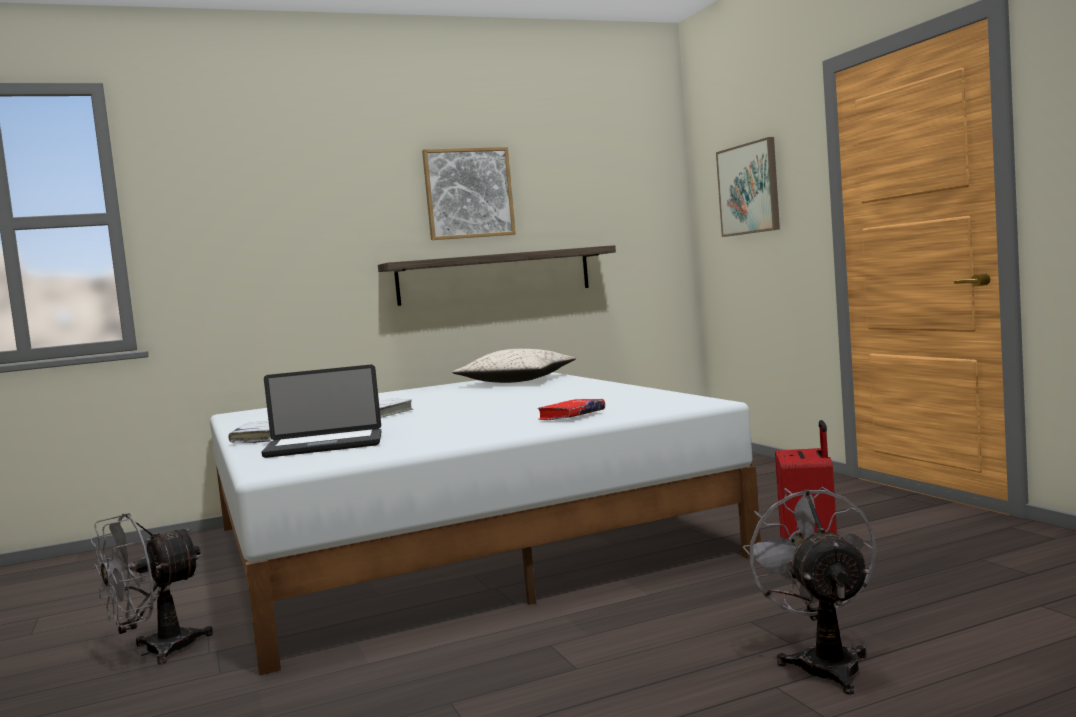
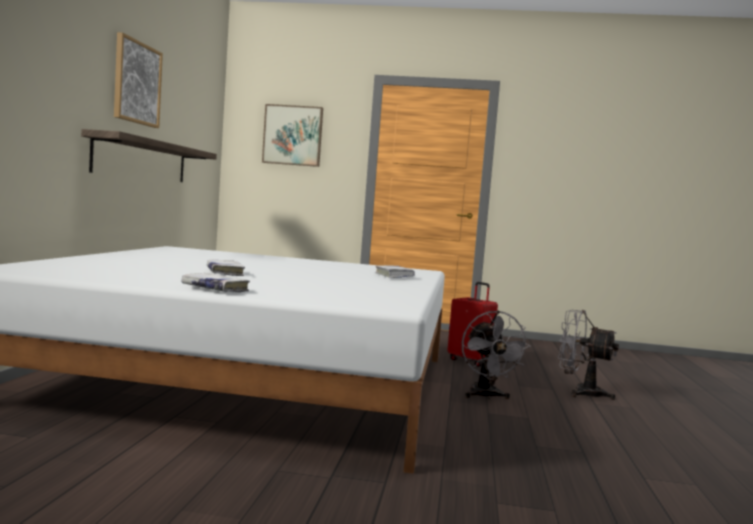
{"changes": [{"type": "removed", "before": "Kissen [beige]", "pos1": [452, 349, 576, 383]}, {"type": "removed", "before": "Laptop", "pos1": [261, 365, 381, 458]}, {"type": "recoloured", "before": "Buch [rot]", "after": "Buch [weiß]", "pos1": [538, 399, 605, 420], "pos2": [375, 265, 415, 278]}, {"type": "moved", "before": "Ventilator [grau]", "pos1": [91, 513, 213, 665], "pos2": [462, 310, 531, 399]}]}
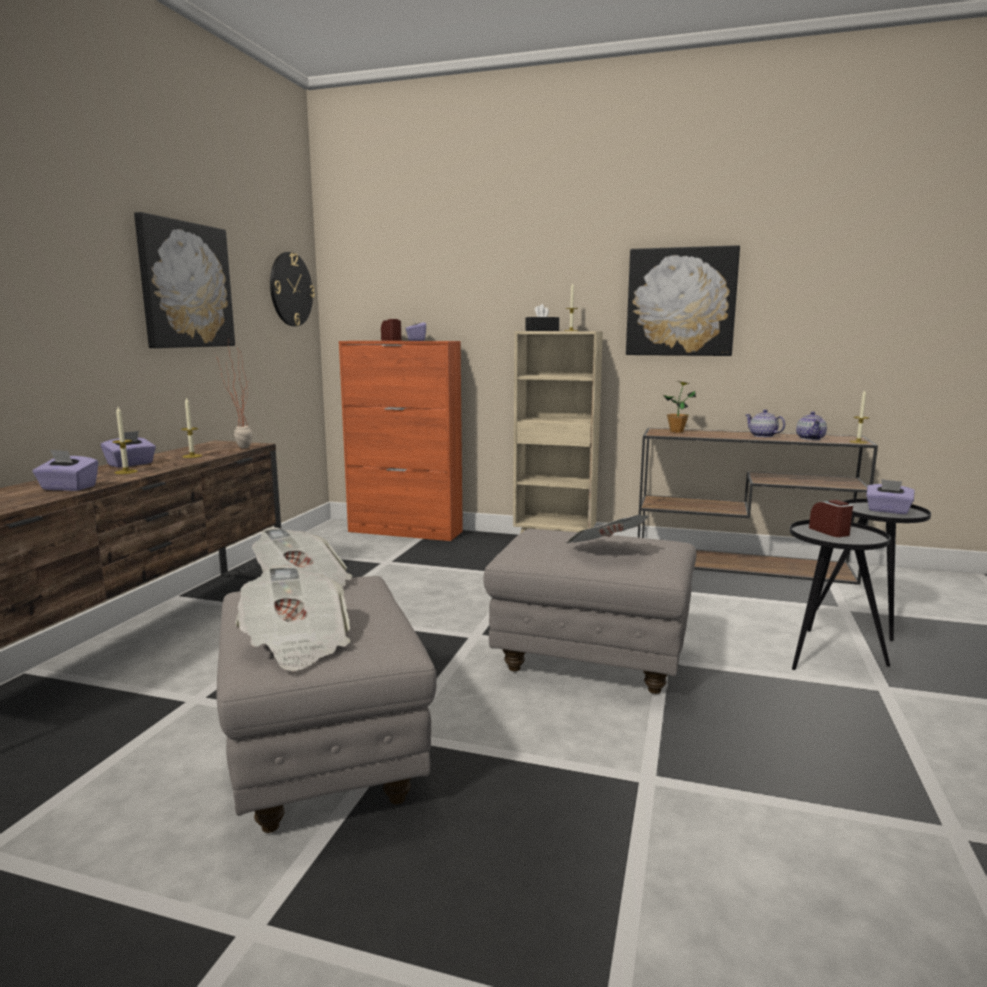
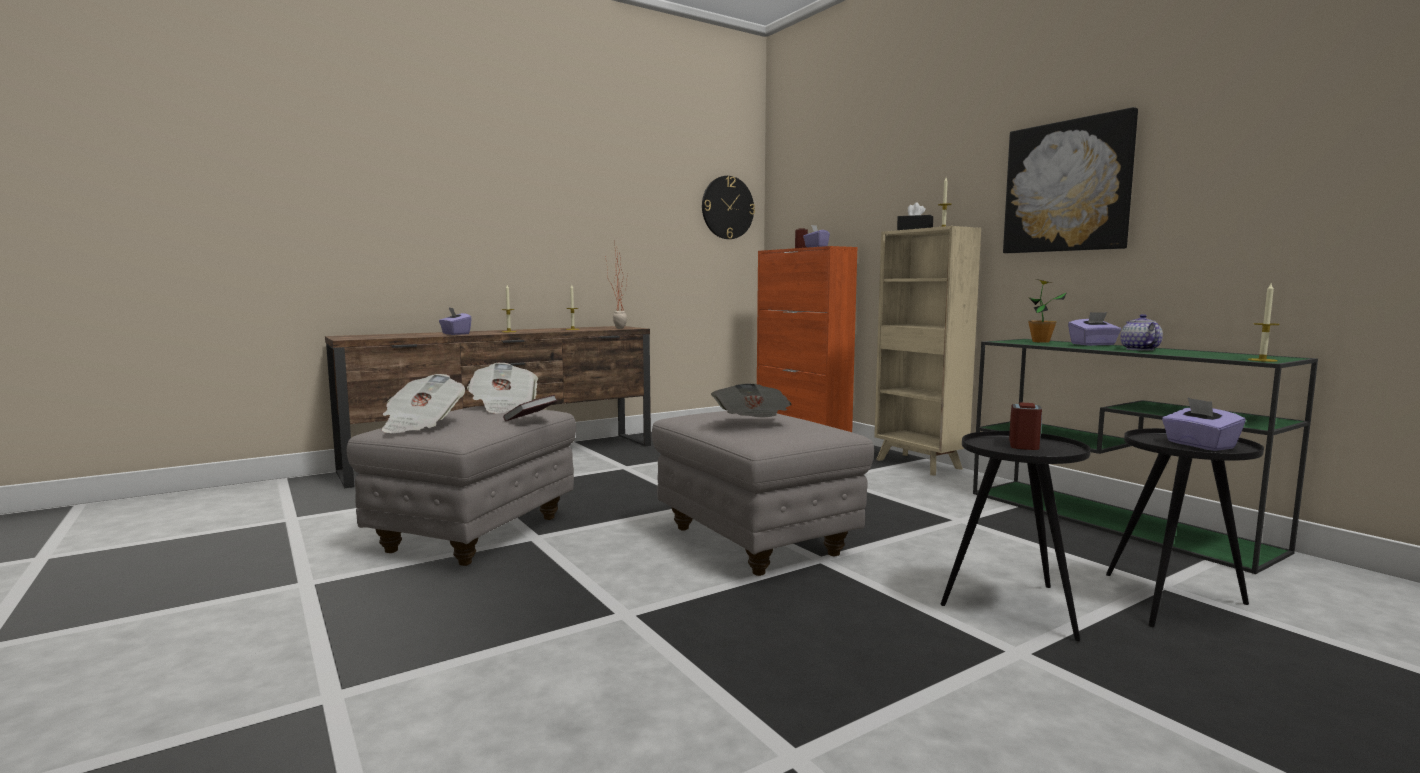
{"changes": [{"type": "removed", "before": "Bild", "pos1": [134, 212, 235, 348]}, {"type": "removed", "before": "Teekanne", "pos1": [796, 411, 827, 440]}, {"type": "recoloured", "before": "Konsolentisch [braun]", "after": "Konsolentisch [grün]", "pos1": [638, 428, 878, 585], "pos2": [973, 339, 1318, 574]}, {"type": "moved", "before": "Taschentuchbox [lila]", "pos1": [101, 431, 156, 468], "pos2": [1068, 312, 1121, 346]}, {"type": "added", "after": "Buch", "pos2": [503, 395, 557, 421]}]}
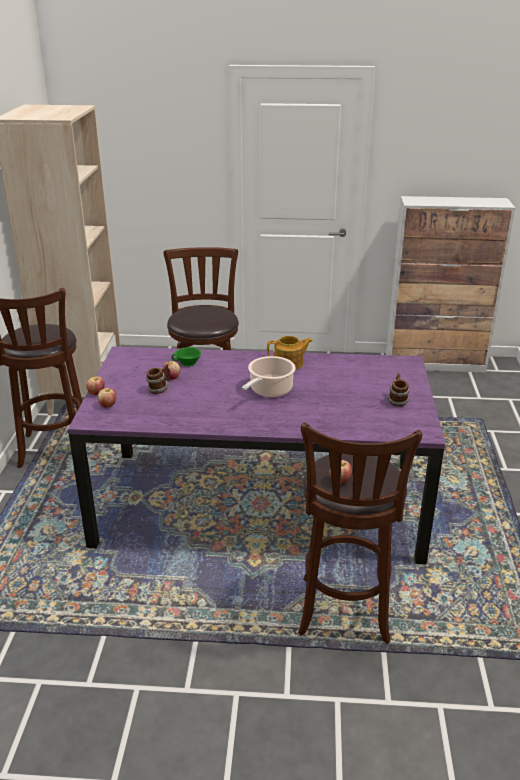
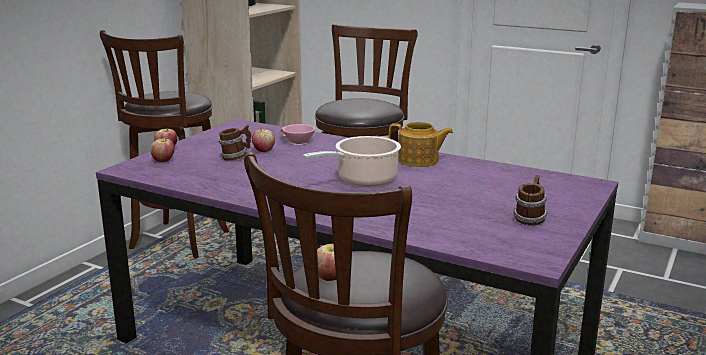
{"changes": [{"type": "recoloured", "before": "Tasse [grün]", "after": "Tasse [rosa]", "pos1": [171, 347, 201, 366], "pos2": [280, 124, 315, 145]}]}
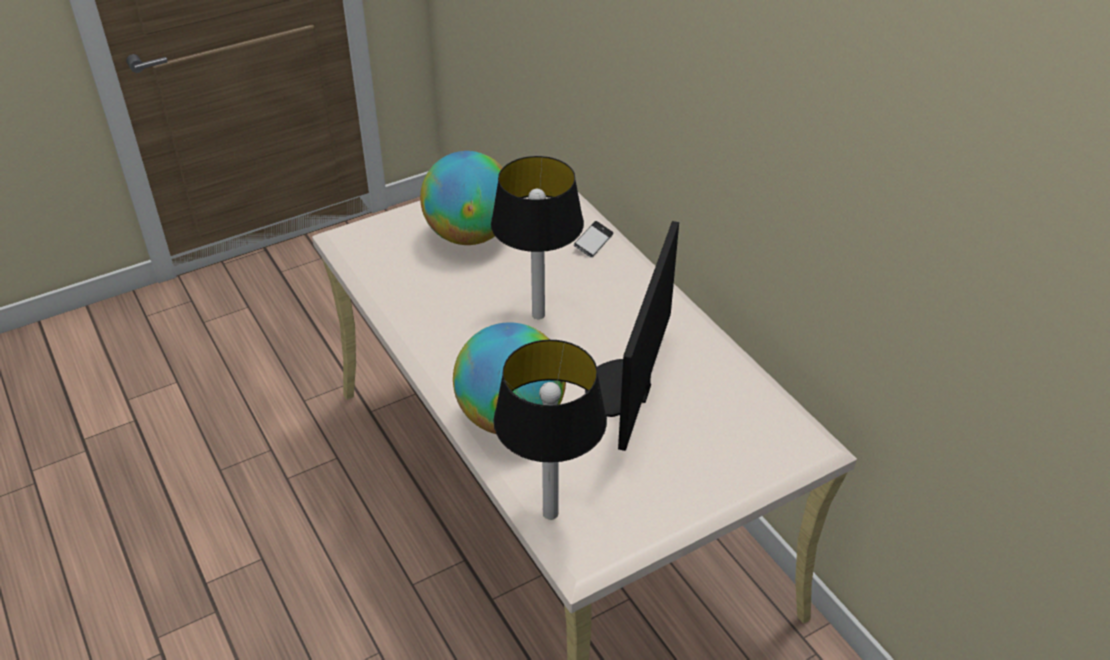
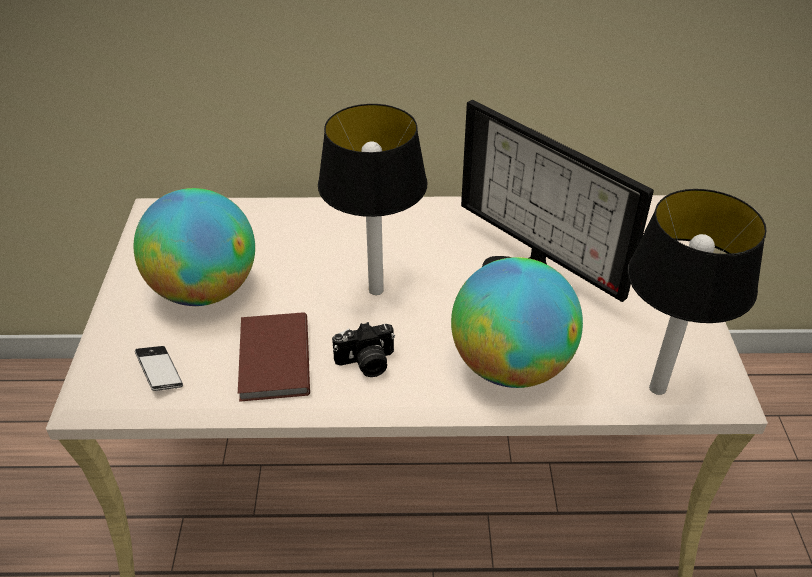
{"changes": [{"type": "moved", "before": "Handy", "pos1": [574, 221, 613, 257], "pos2": [135, 346, 183, 391]}, {"type": "added", "after": "Buch [braun]", "pos2": [238, 312, 310, 402]}, {"type": "added", "after": "Kamera", "pos2": [332, 322, 395, 377]}]}
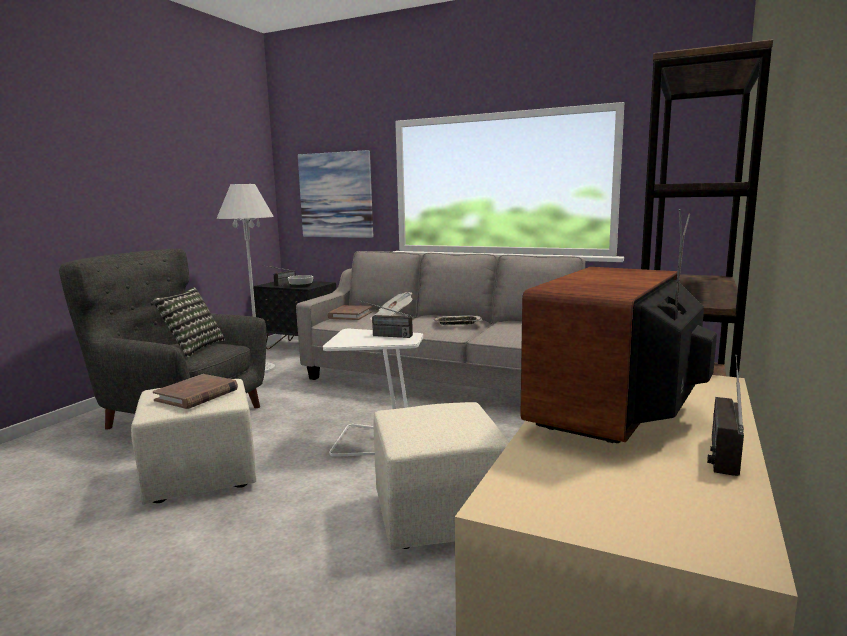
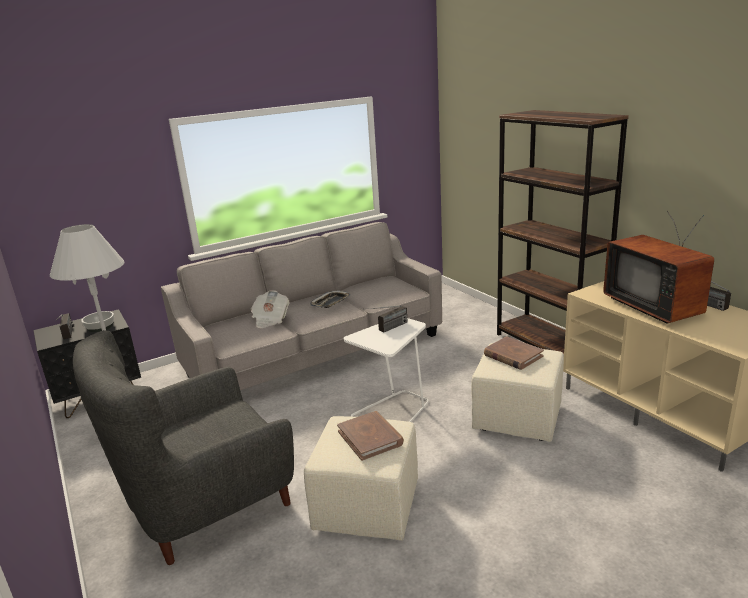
{"changes": [{"type": "removed", "before": "Bild", "pos1": [298, 150, 374, 238]}, {"type": "removed", "before": "Kissen", "pos1": [153, 287, 225, 358]}, {"type": "moved", "before": "Buch [braun]", "pos1": [327, 305, 372, 320], "pos2": [484, 336, 544, 370]}]}
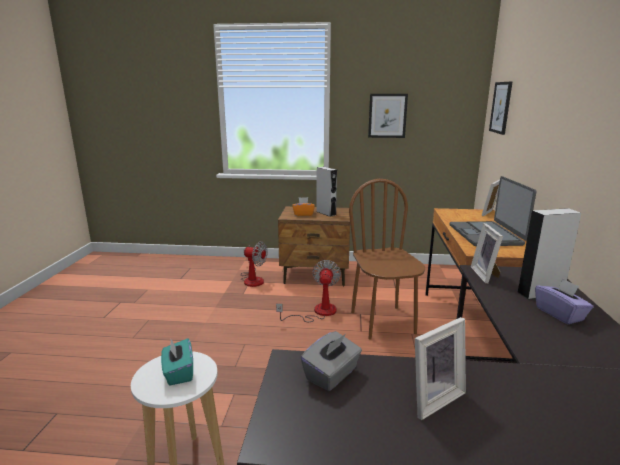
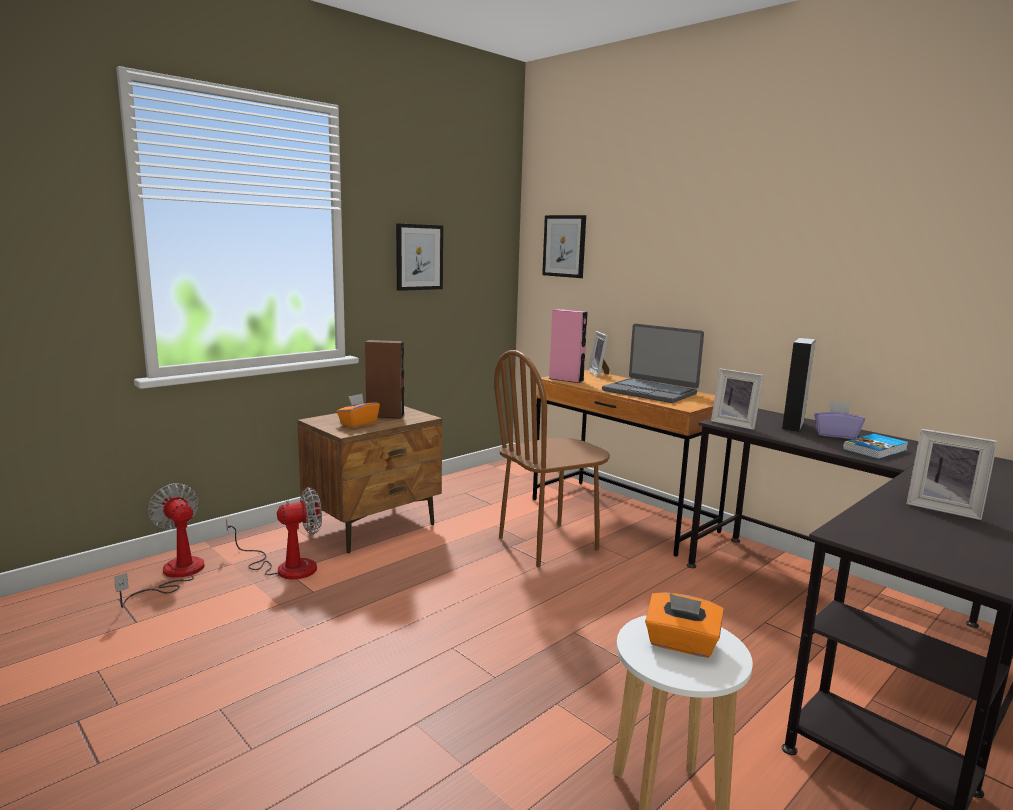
{"changes": [{"type": "recoloured", "before": "Lautsprecher [grau]", "after": "Lautsprecher [braun]", "pos1": [316, 167, 337, 217], "pos2": [365, 340, 404, 419]}, {"type": "turned", "before": "Stuhl [braun]", "pos1": [349, 179, 425, 340], "pos2": [494, 350, 610, 567], "turn": -60}, {"type": "moved", "before": "Ventilator", "pos1": [276, 260, 341, 322], "pos2": [114, 483, 204, 608]}, {"type": "turned", "before": "Bilderrahmen", "pos1": [415, 317, 466, 420], "pos2": [907, 429, 998, 520], "turn": 120}, {"type": "removed", "before": "Taschentuchbox [grau]", "pos1": [301, 331, 362, 391]}, {"type": "recoloured", "before": "Taschentuchbox [türkis]", "after": "Taschentuchbox [orange]", "pos1": [161, 338, 193, 385], "pos2": [645, 592, 724, 658]}, {"type": "added", "after": "Lautsprecher [rosa]", "pos2": [549, 309, 588, 383]}, {"type": "added", "after": "Buch", "pos2": [843, 434, 909, 459]}]}
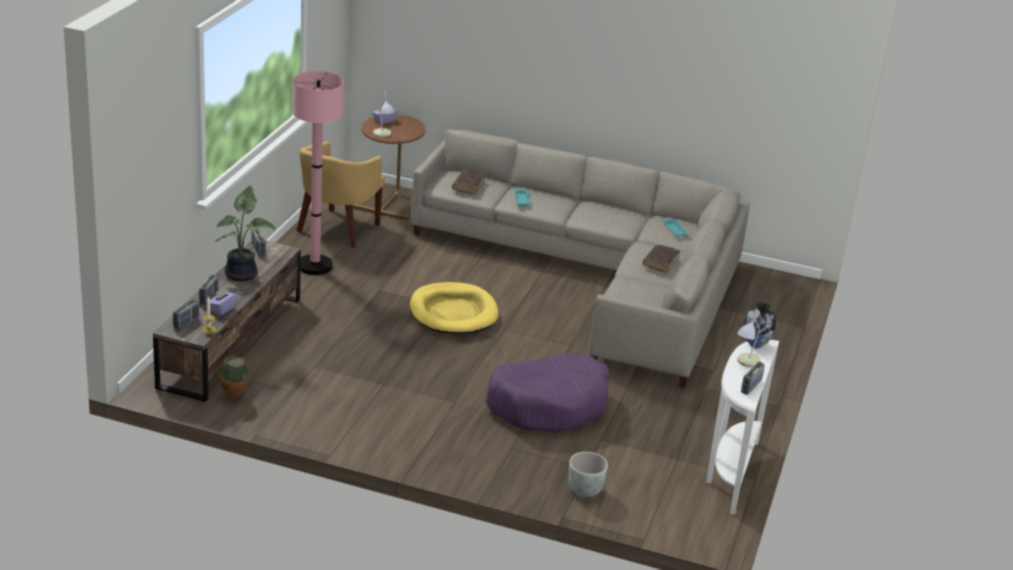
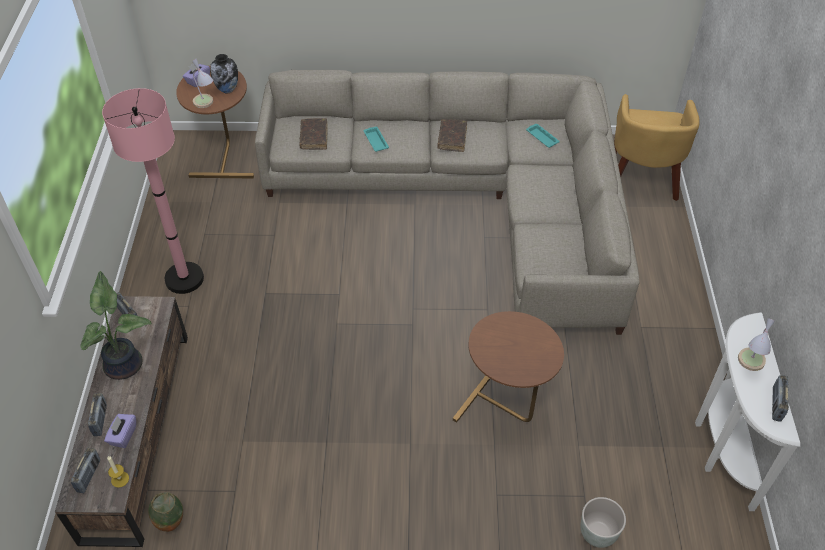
{"changes": [{"type": "moved", "before": "Sessel [gelb]", "pos1": [297, 141, 385, 248], "pos2": [614, 94, 700, 201]}, {"type": "moved", "before": "Buch [braun]", "pos1": [643, 245, 680, 273], "pos2": [437, 119, 467, 152]}, {"type": "removed", "before": "Hundebett [gelb]", "pos1": [410, 282, 499, 334]}, {"type": "moved", "before": "Vase", "pos1": [744, 302, 776, 348], "pos2": [210, 54, 238, 94]}, {"type": "replaced", "before": "Hundebett [lila]", "after": "Beistelltisch [braun]", "pos1": [485, 353, 609, 433], "pos2": [453, 311, 564, 423]}]}
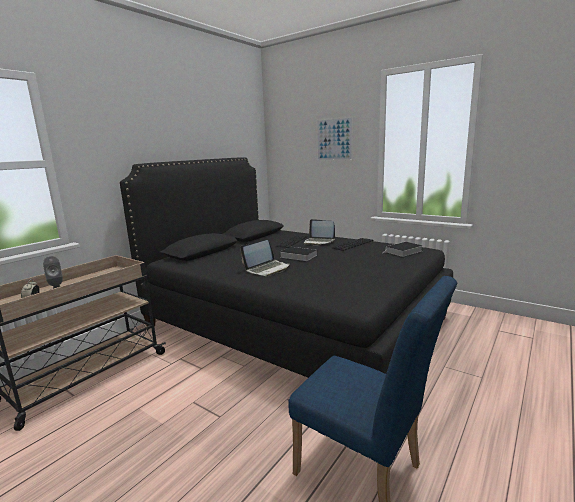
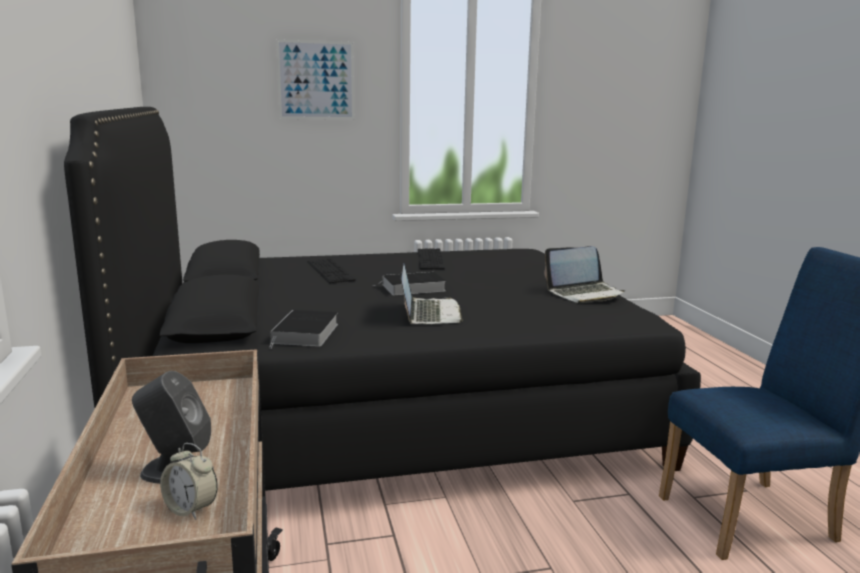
{"changes": [{"type": "moved", "before": "Laptop", "pos1": [303, 219, 335, 245], "pos2": [544, 246, 625, 303]}, {"type": "moved", "before": "Buch", "pos1": [382, 242, 423, 257], "pos2": [269, 310, 338, 349]}]}
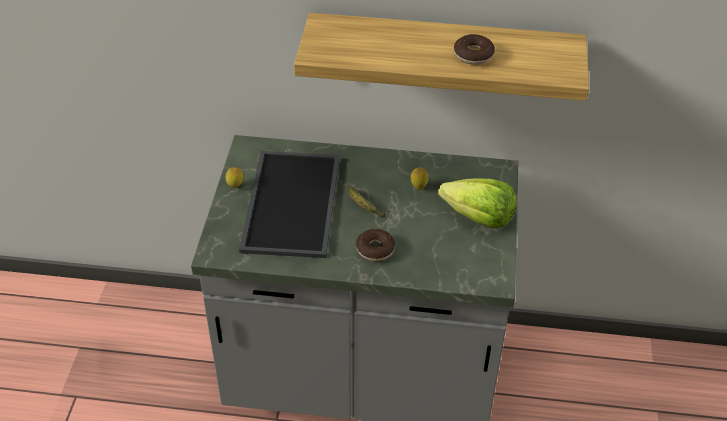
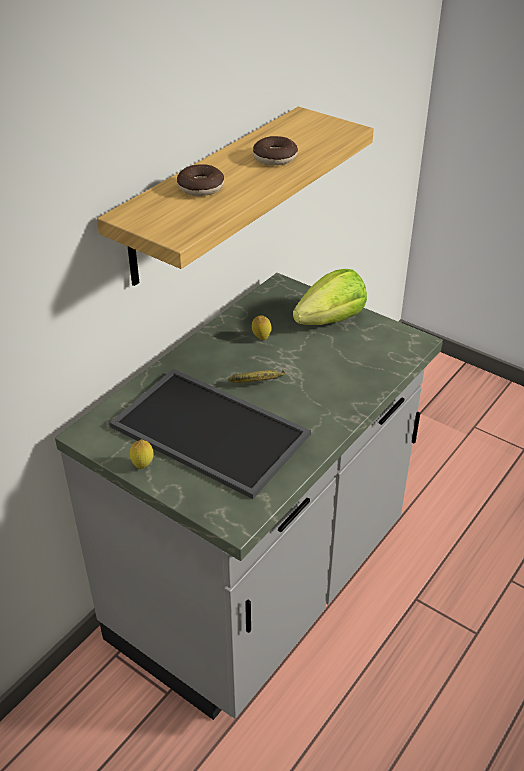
{"changes": [{"type": "moved", "before": "Donut", "pos1": [356, 229, 395, 262], "pos2": [177, 164, 224, 196]}]}
